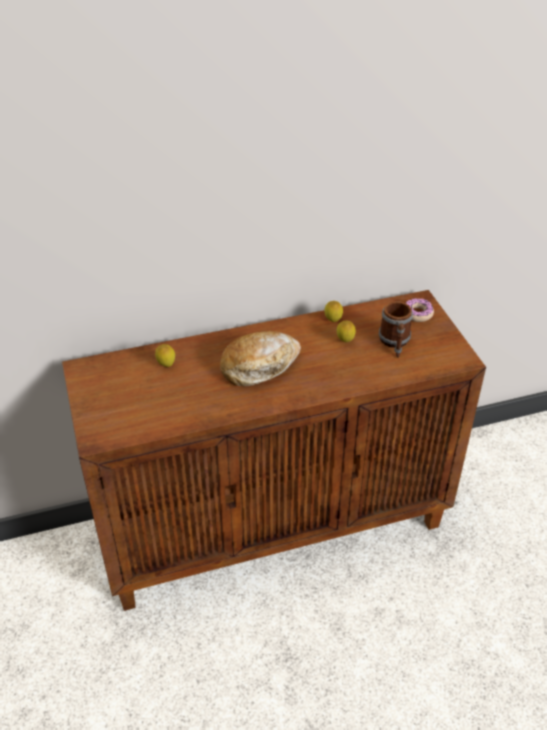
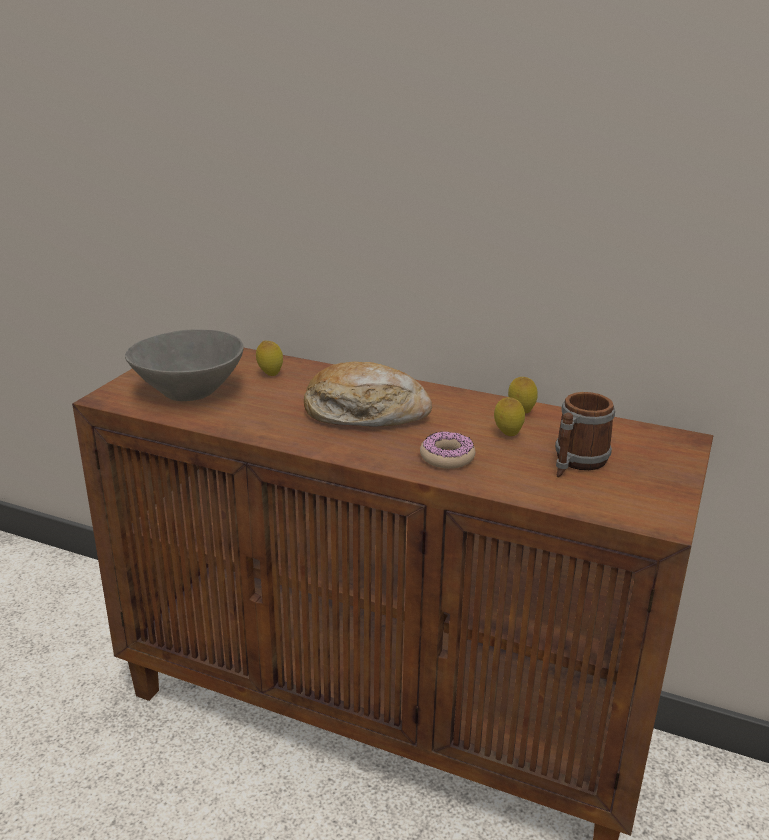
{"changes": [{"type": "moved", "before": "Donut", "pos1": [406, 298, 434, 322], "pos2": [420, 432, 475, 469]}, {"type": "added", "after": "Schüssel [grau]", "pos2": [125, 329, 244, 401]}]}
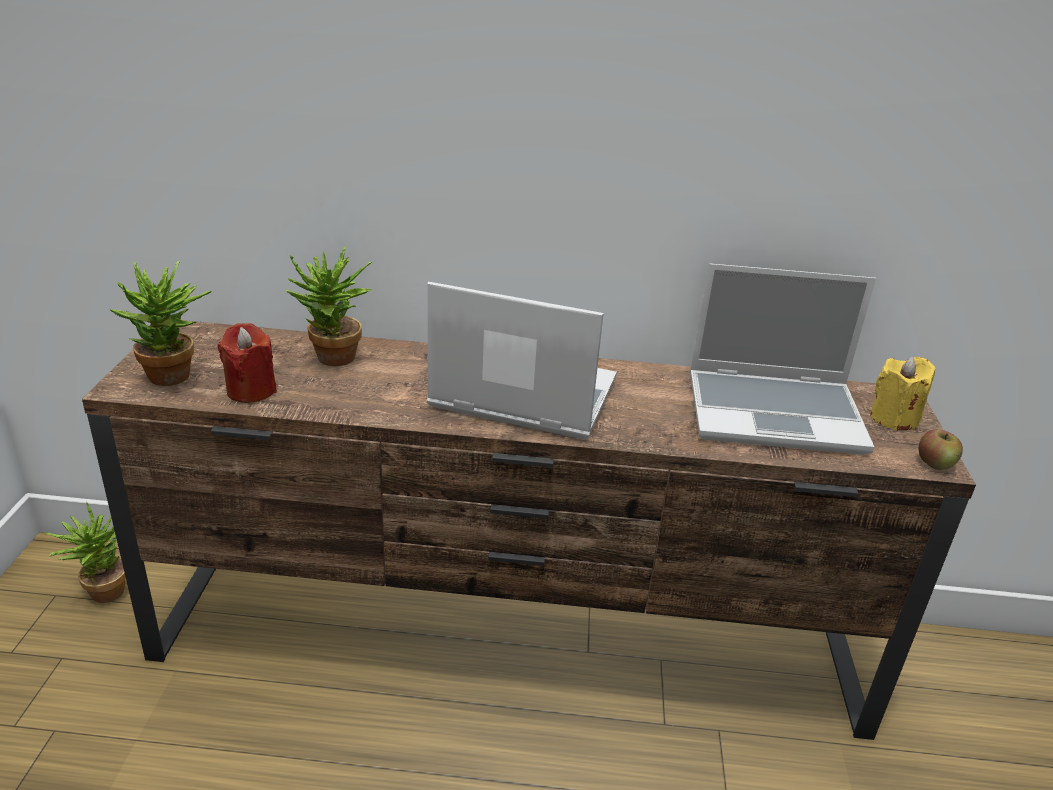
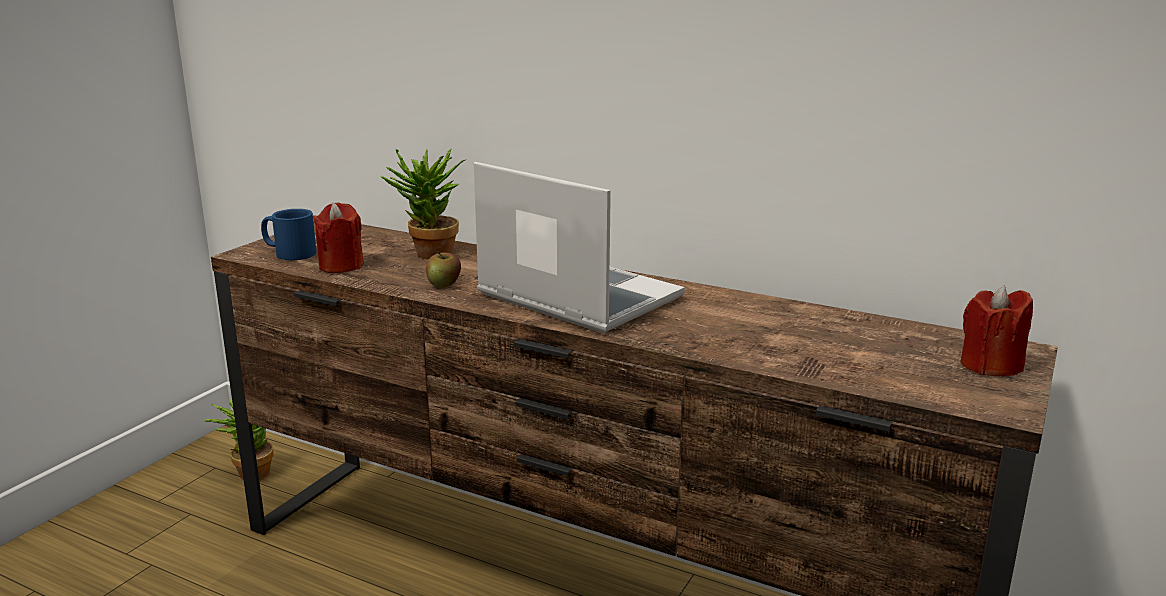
{"changes": [{"type": "replaced", "before": "Topfpflanze", "after": "Henkelbecher [blau]", "pos1": [109, 261, 212, 386], "pos2": [261, 209, 317, 260]}, {"type": "removed", "before": "Laptop", "pos1": [690, 263, 876, 455]}, {"type": "recoloured", "before": "Kerze [gelb]", "after": "Kerze [rot]", "pos1": [870, 357, 936, 431], "pos2": [960, 285, 1033, 376]}, {"type": "moved", "before": "Apfel", "pos1": [919, 429, 963, 470], "pos2": [426, 251, 461, 288]}]}
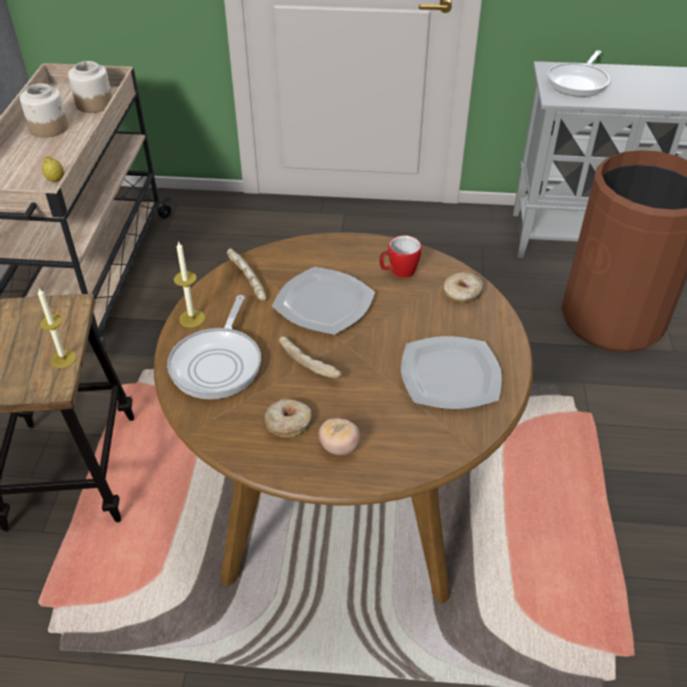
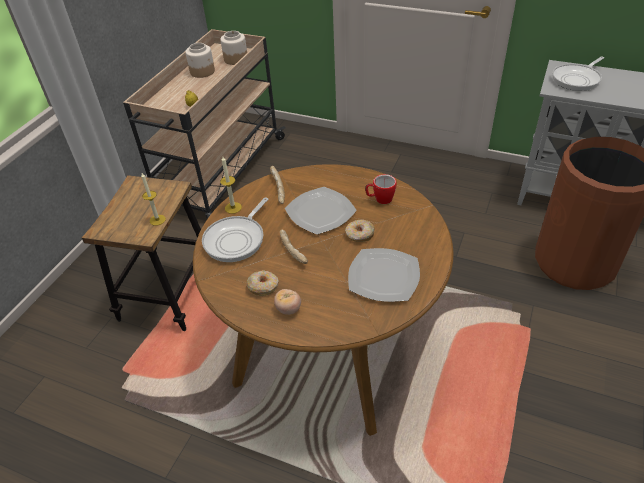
{"changes": [{"type": "moved", "before": "Donut", "pos1": [444, 272, 484, 303], "pos2": [345, 220, 375, 242]}]}
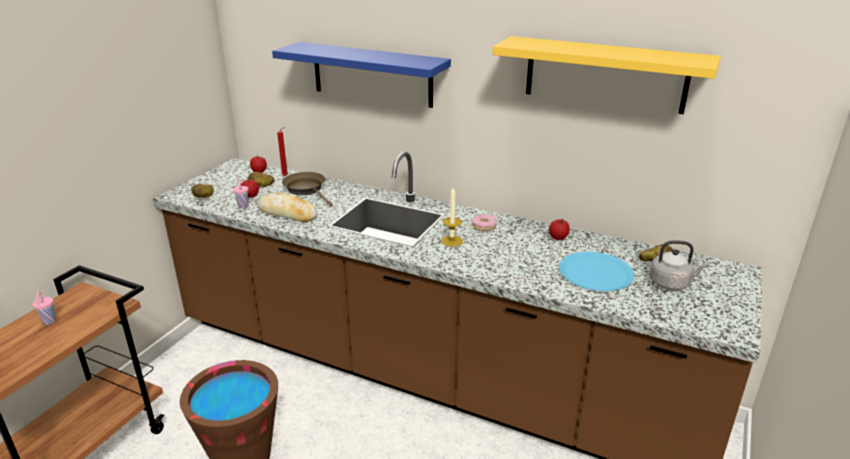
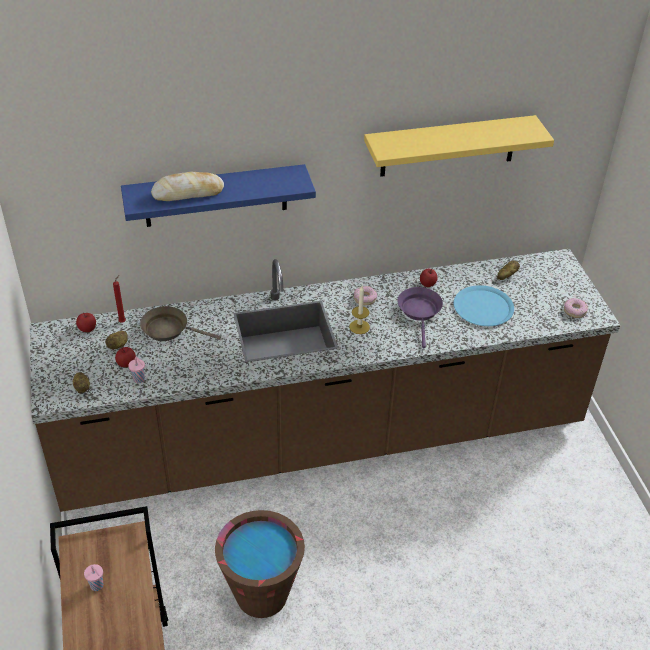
{"changes": [{"type": "moved", "before": "Brot", "pos1": [258, 193, 318, 222], "pos2": [151, 172, 224, 201]}, {"type": "removed", "before": "Wasserkessel [grau]", "pos1": [649, 240, 709, 290]}, {"type": "added", "after": "Pfanne [lila]", "pos2": [398, 287, 443, 348]}, {"type": "added", "after": "Donut", "pos2": [564, 298, 588, 318]}]}
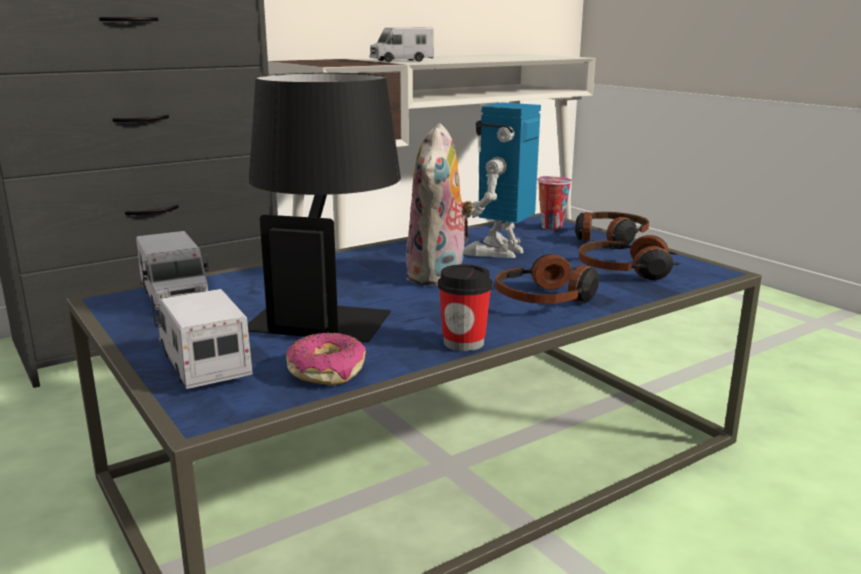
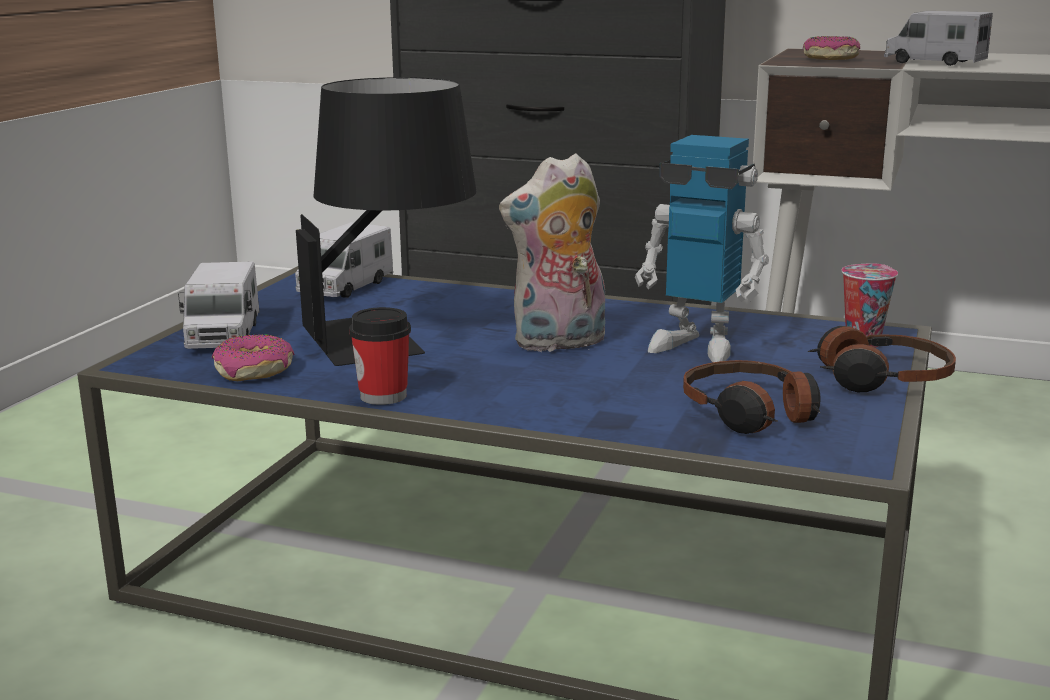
{"changes": [{"type": "turned", "before": "Spielzeugroboter", "pos1": [464, 102, 541, 258], "pos2": [635, 135, 769, 362], "turn": -150}, {"type": "removed", "before": "Kopfhörer", "pos1": [495, 254, 601, 304]}, {"type": "turned", "before": "Spielzeuglaster", "pos1": [153, 289, 253, 389], "pos2": [178, 261, 260, 349], "turn": 150}, {"type": "added", "after": "Donut", "pos2": [803, 36, 860, 60]}]}
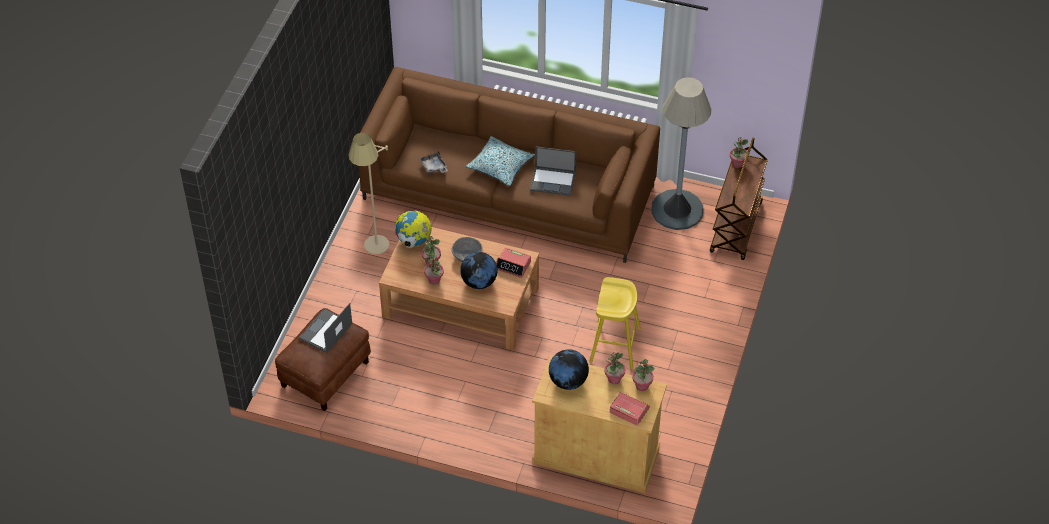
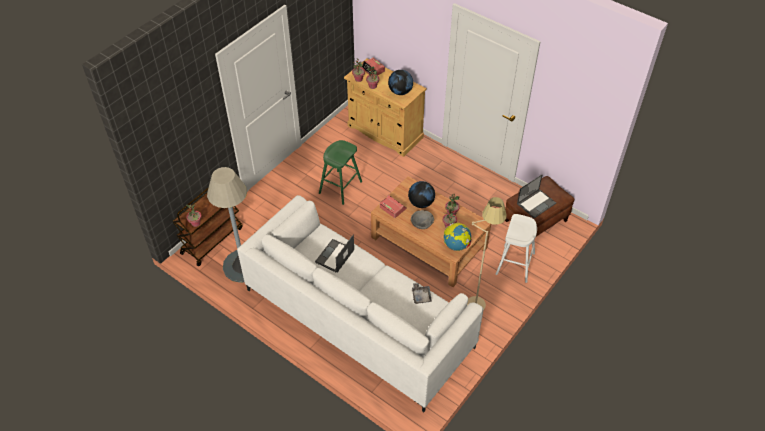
{"changes": [{"type": "recoloured", "before": "Sofa [braun]", "after": "Sofa [weiß]", "pos1": [358, 67, 660, 263], "pos2": [237, 195, 483, 412]}, {"type": "removed", "before": "Kissen", "pos1": [466, 136, 535, 186]}, {"type": "turned", "before": "Laptop", "pos1": [530, 146, 576, 196], "pos2": [315, 235, 354, 273], "turn": -90}, {"type": "recoloured", "before": "Hocker [gelb]", "after": "Hocker [grün]", "pos1": [589, 277, 641, 369], "pos2": [319, 140, 362, 205]}, {"type": "added", "after": "Hocker [weiß]", "pos2": [496, 214, 537, 283]}]}
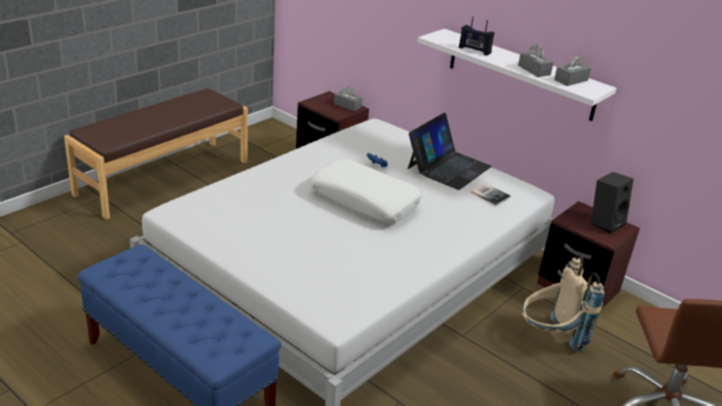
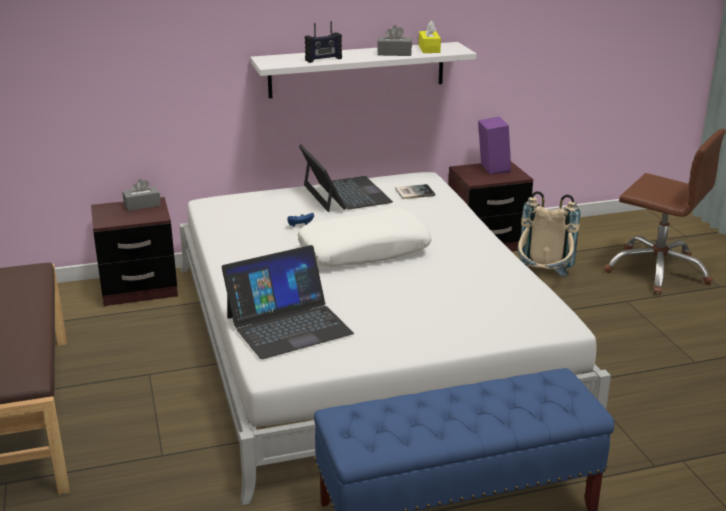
{"changes": [{"type": "recoloured", "before": "Taschentuchbox [grau]", "after": "Taschentuchbox [gelb]", "pos1": [554, 54, 591, 86], "pos2": [419, 21, 441, 53]}, {"type": "recoloured", "before": "Lautsprecher [schwarz]", "after": "Lautsprecher [lila]", "pos1": [591, 172, 634, 234], "pos2": [478, 117, 511, 174]}, {"type": "added", "after": "Laptop", "pos2": [222, 245, 354, 359]}]}
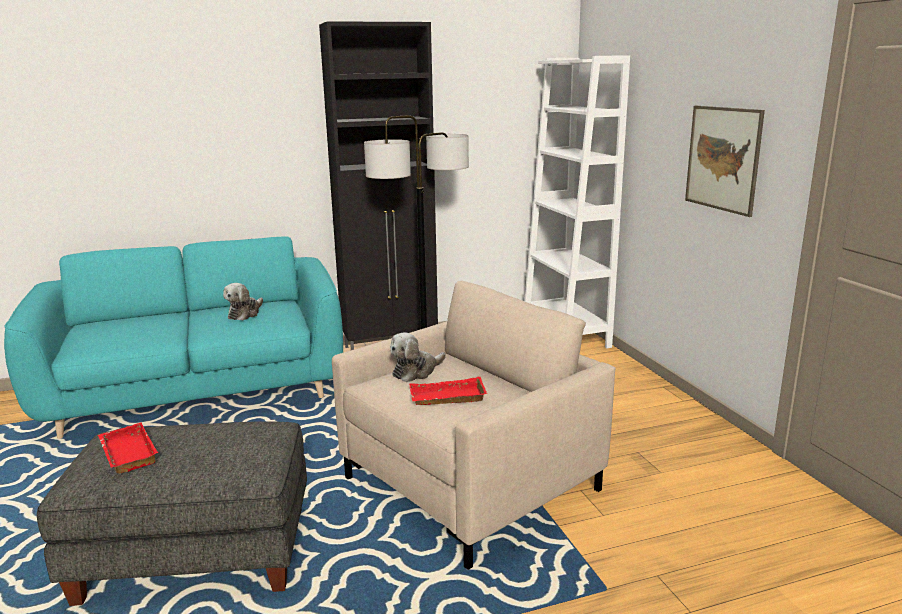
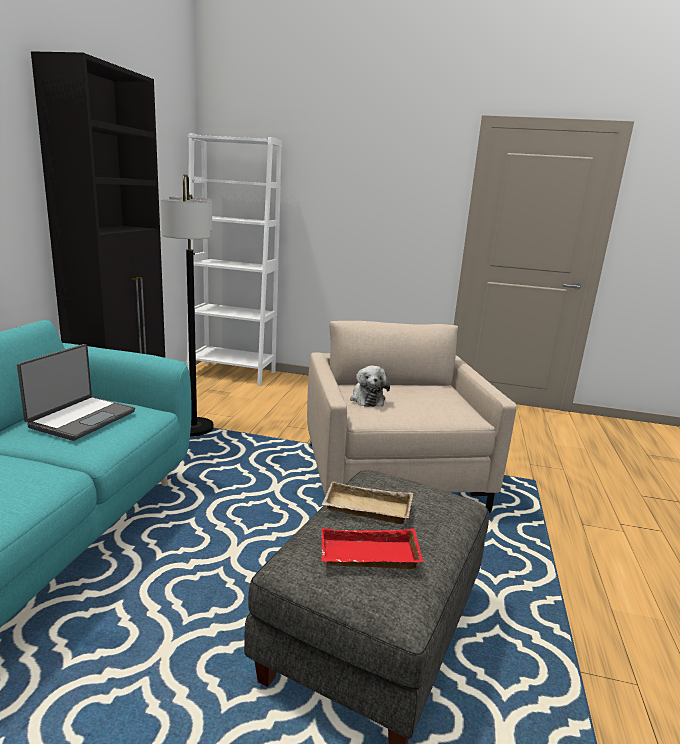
{"changes": [{"type": "removed", "before": "Bild", "pos1": [685, 106, 765, 217]}, {"type": "replaced", "before": "Plüschtier", "after": "Laptop", "pos1": [223, 283, 263, 321], "pos2": [17, 344, 135, 441]}, {"type": "removed", "before": "Tablett [rot]", "pos1": [409, 377, 487, 405]}, {"type": "added", "after": "Tablett [beige]", "pos2": [322, 481, 413, 524]}]}
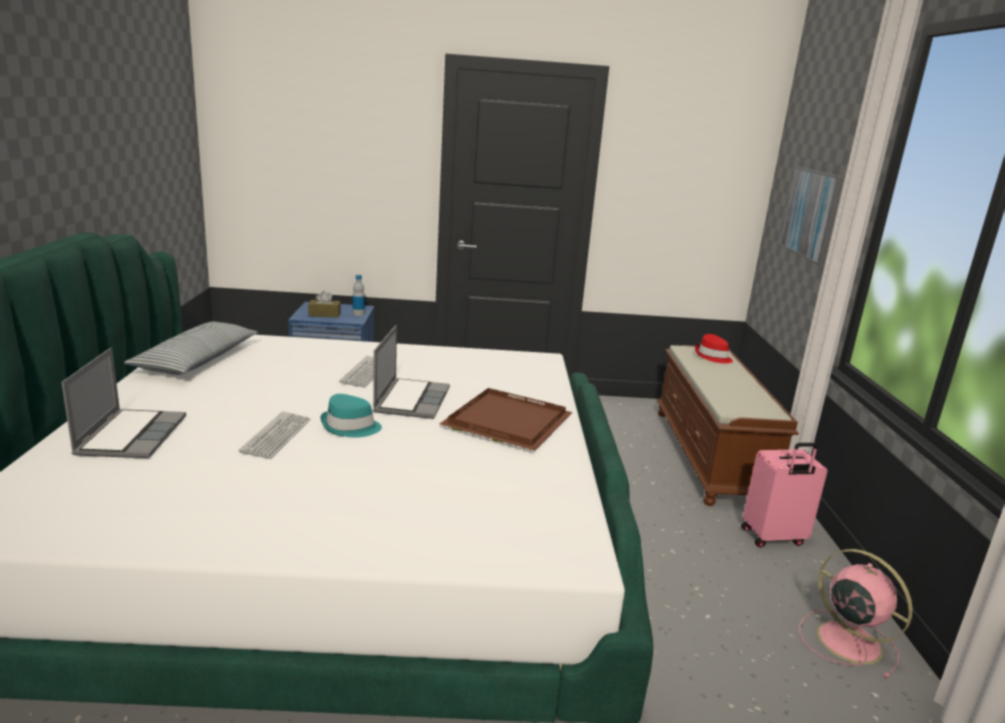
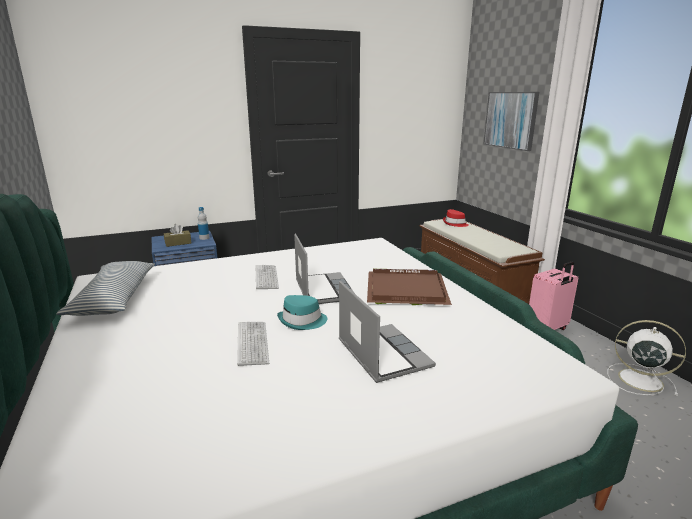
{"changes": [{"type": "moved", "before": "Laptop", "pos1": [61, 347, 186, 458], "pos2": [339, 281, 436, 383]}, {"type": "recoloured", "before": "Ventilator [rosa]", "after": "Ventilator [weiß]", "pos1": [799, 549, 913, 678], "pos2": [607, 320, 686, 396]}]}
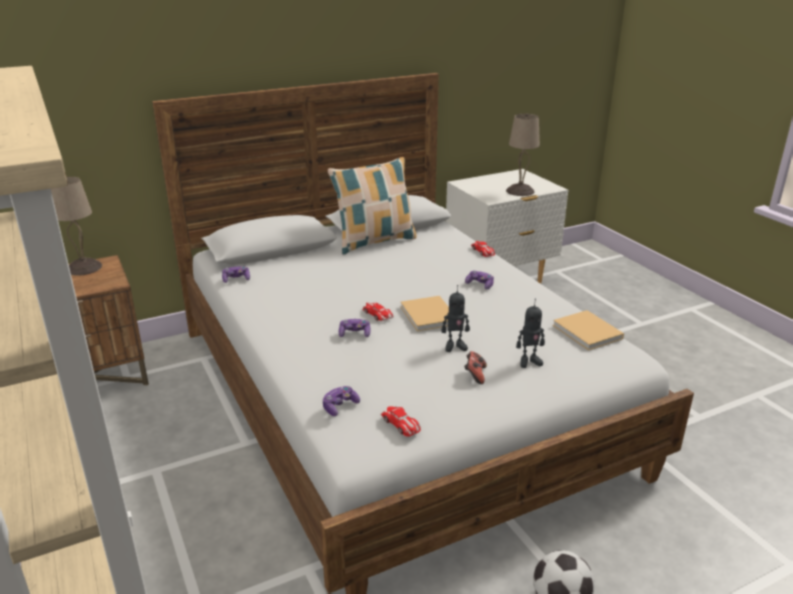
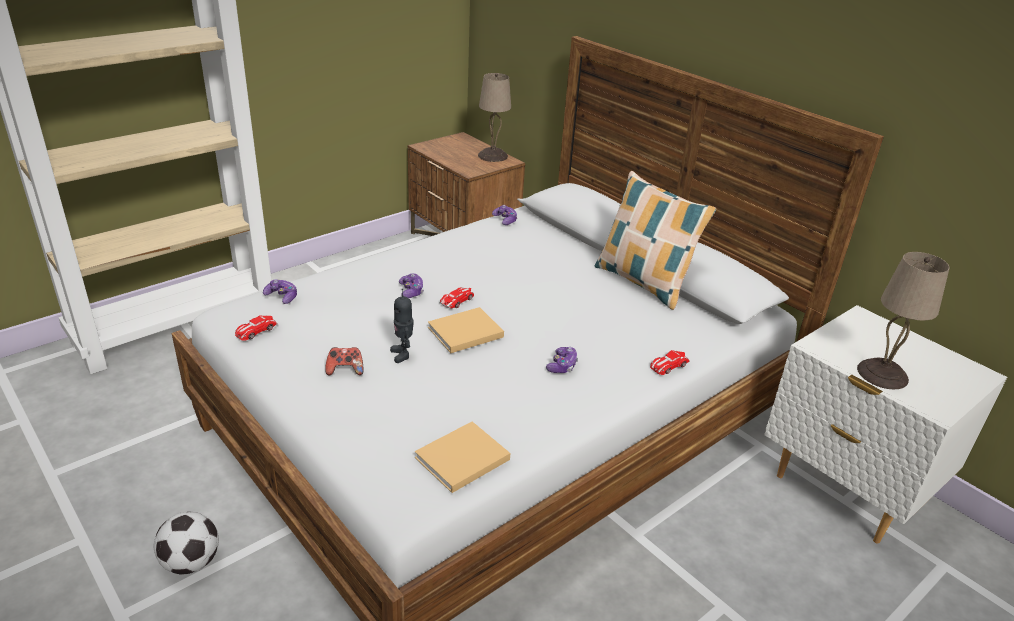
{"changes": [{"type": "removed", "before": "Spielzeugroboter", "pos1": [516, 299, 545, 368]}]}
